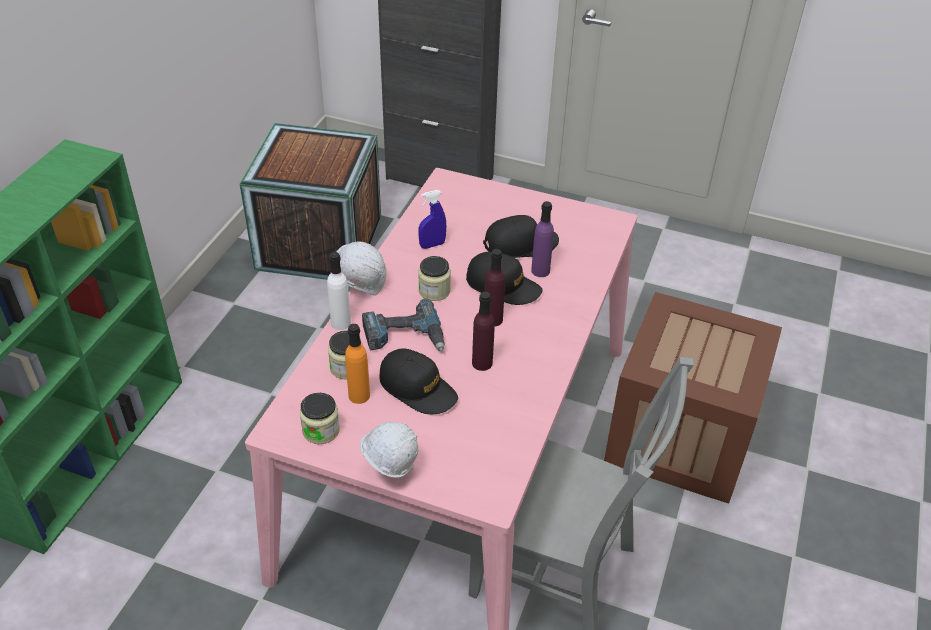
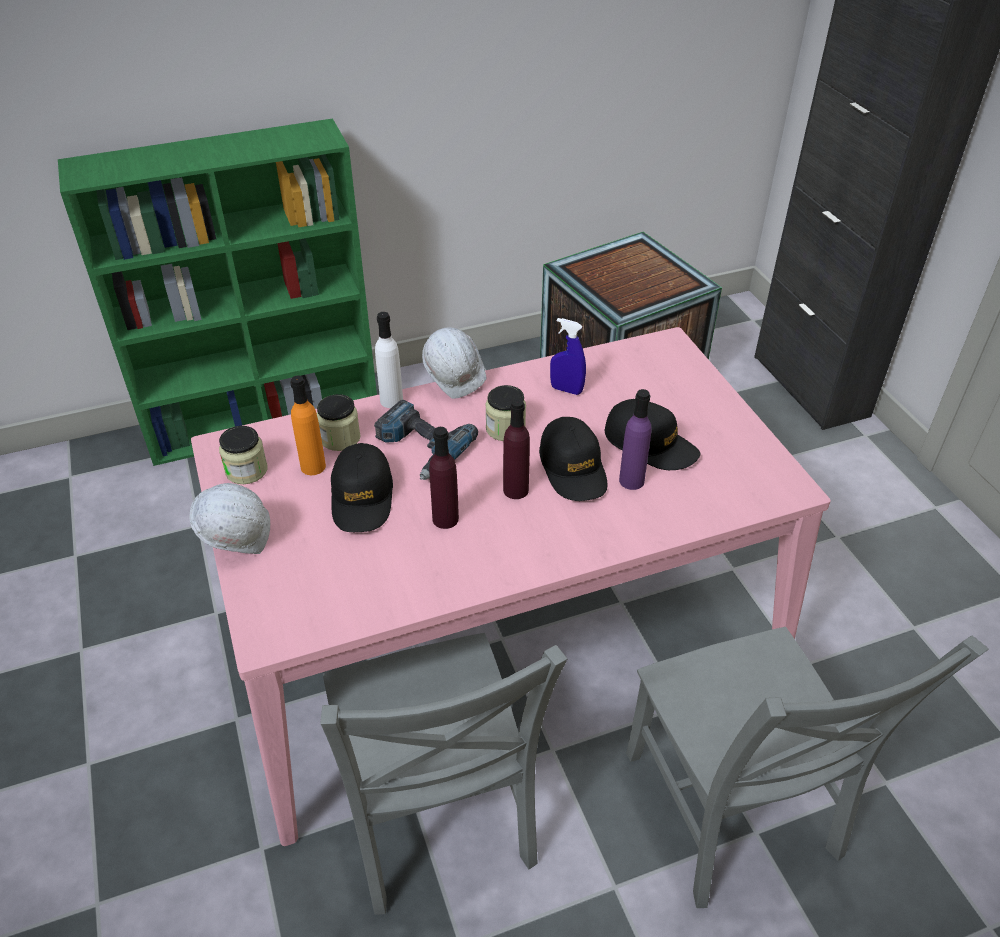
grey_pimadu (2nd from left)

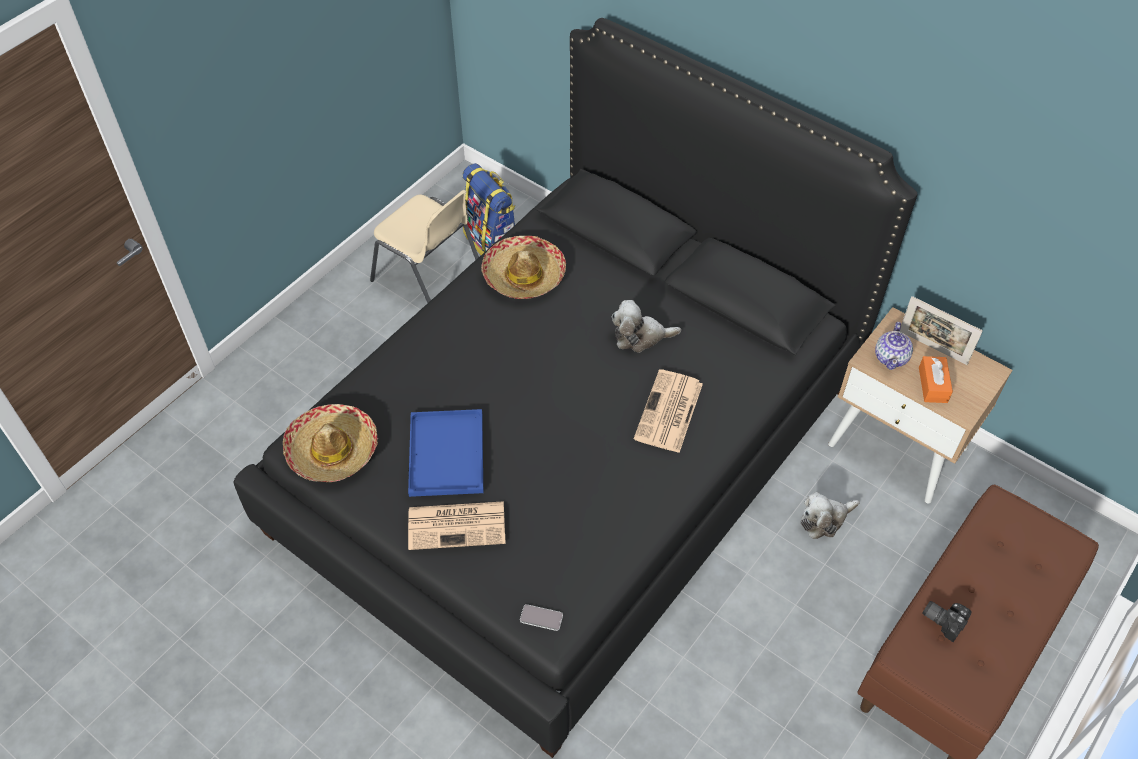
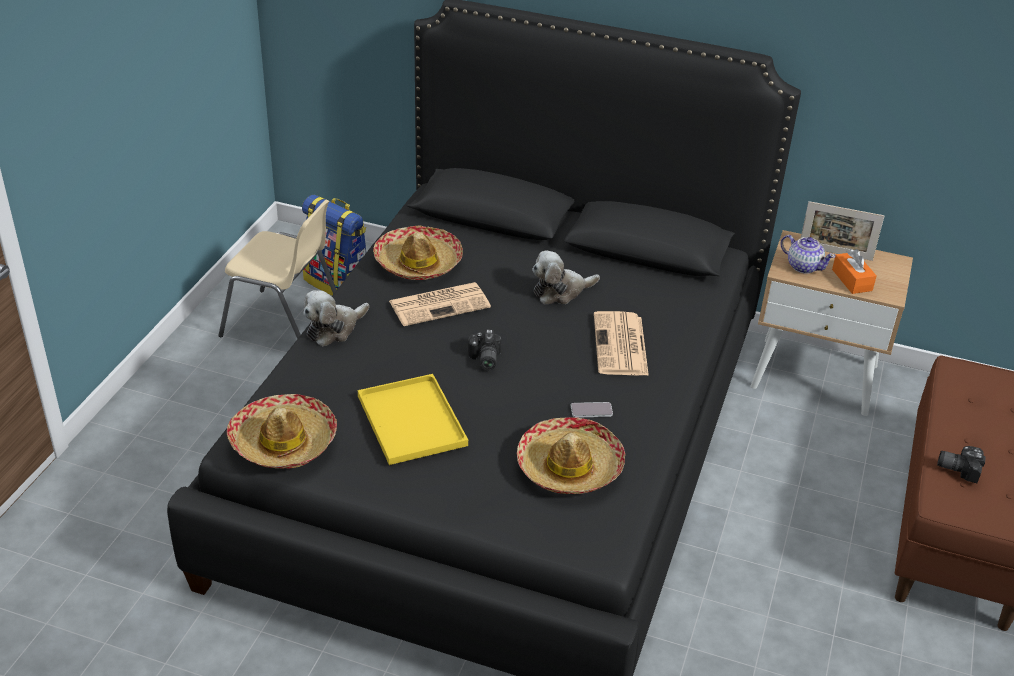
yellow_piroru
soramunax (1st from left)
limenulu
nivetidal (1st from left)
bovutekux
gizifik (1st from left)
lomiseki (3rd from left)

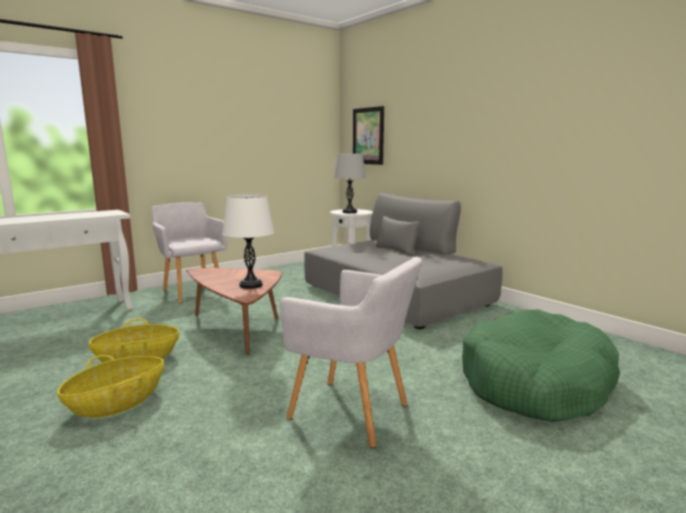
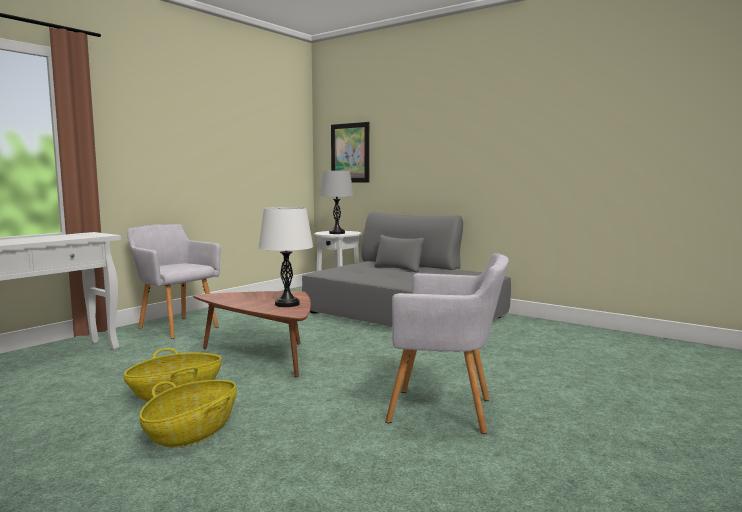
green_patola

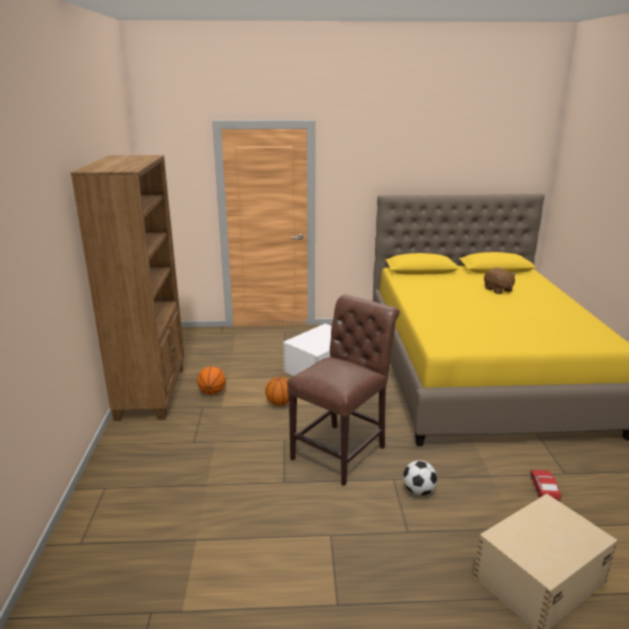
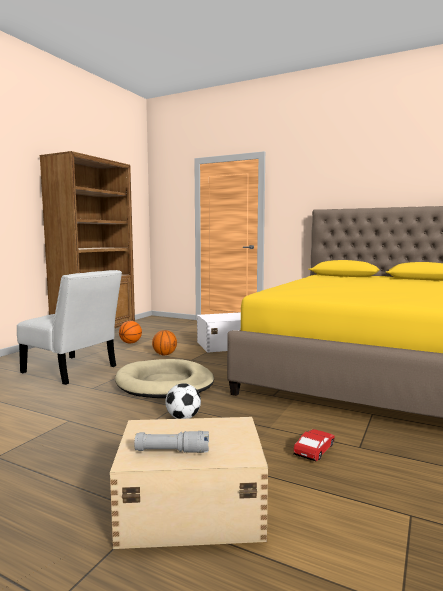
beige_patola
brown_nivetidal
white_pimadu
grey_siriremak

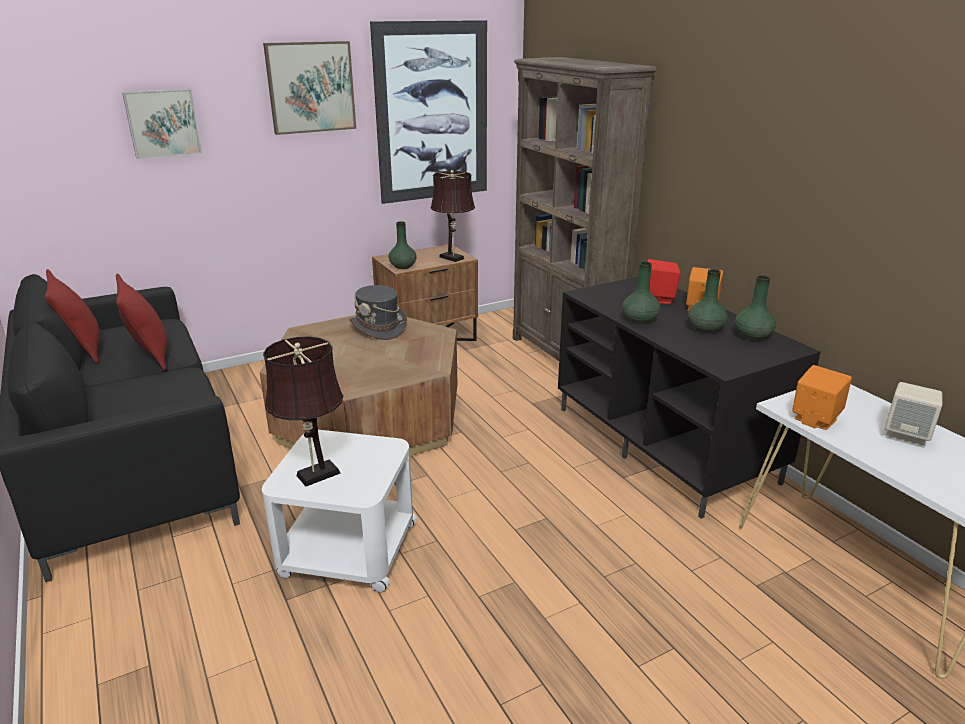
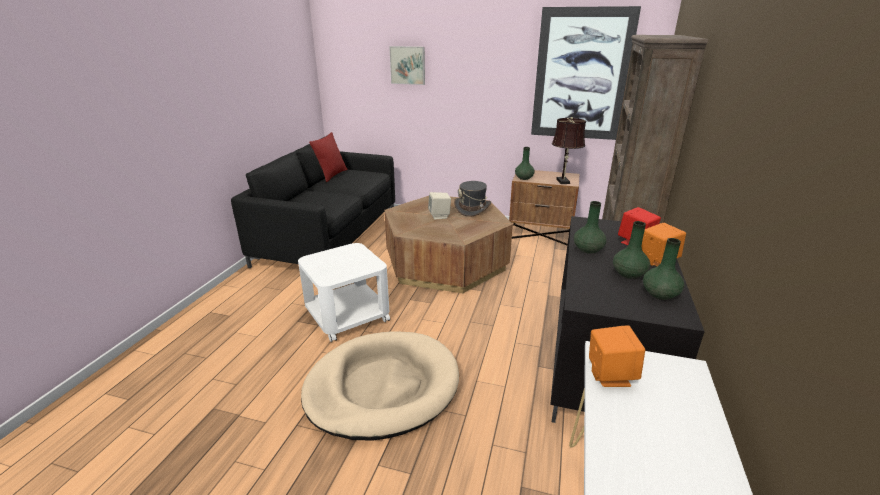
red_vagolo (2nd from left in the first image)
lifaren (2nd from left in the first image)
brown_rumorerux (1st from left in the first image)
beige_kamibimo
beige_patola

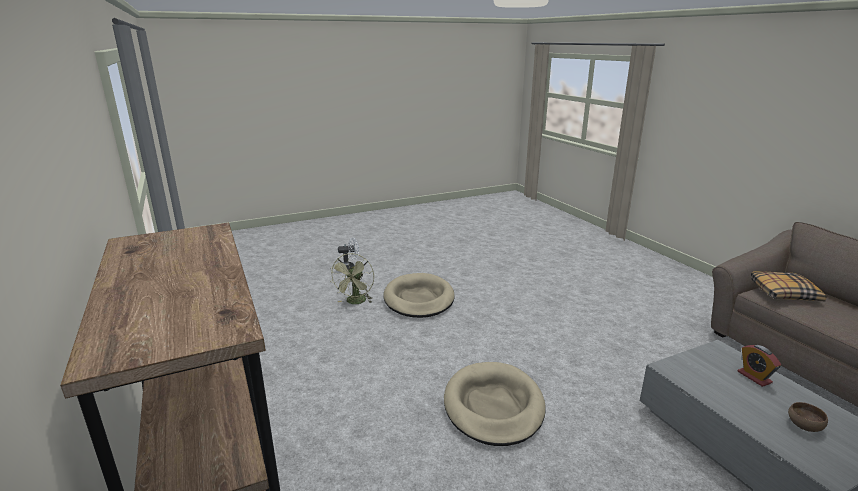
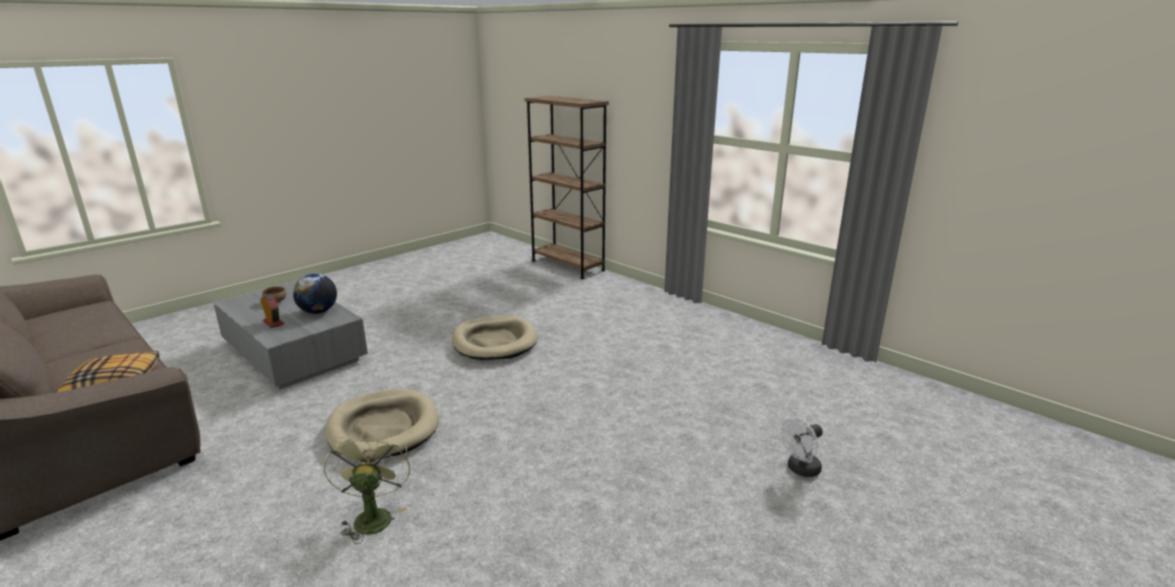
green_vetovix
beige_patola (1st from left)
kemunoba

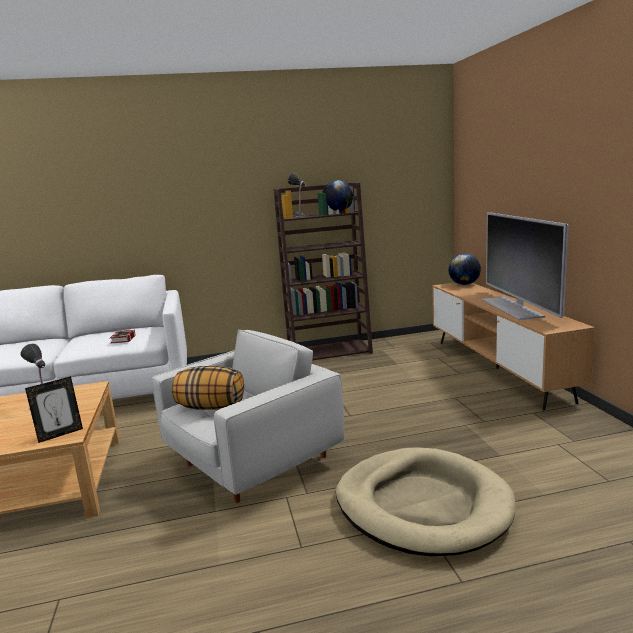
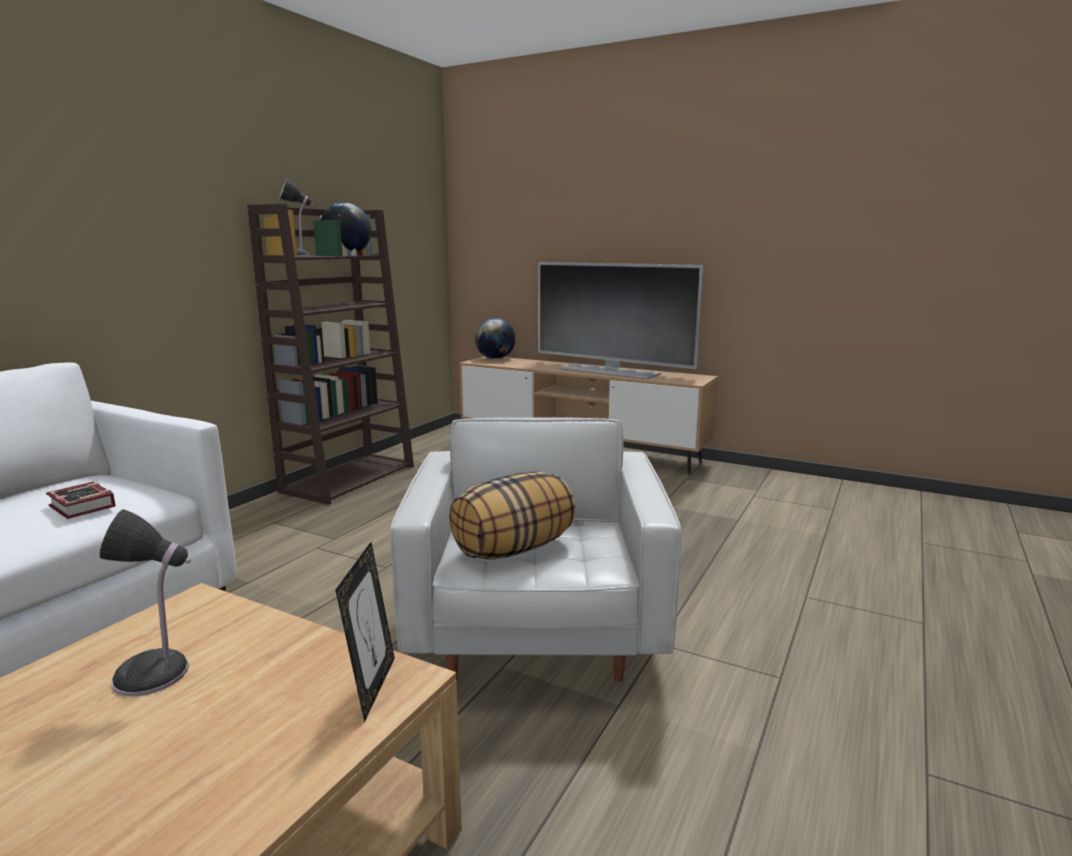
beige_patola

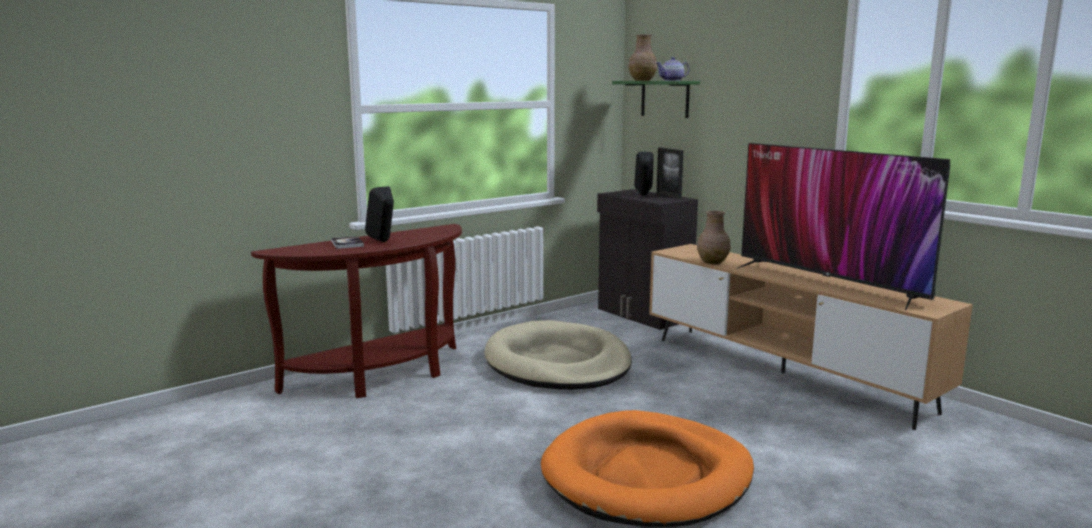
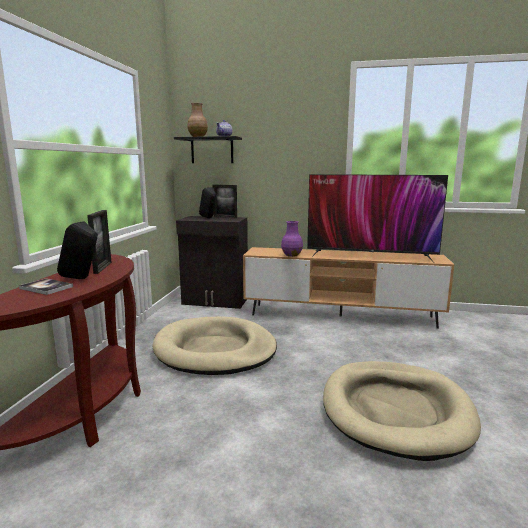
beige_patola (2nd from left)
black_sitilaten
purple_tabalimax
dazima (1st from left)

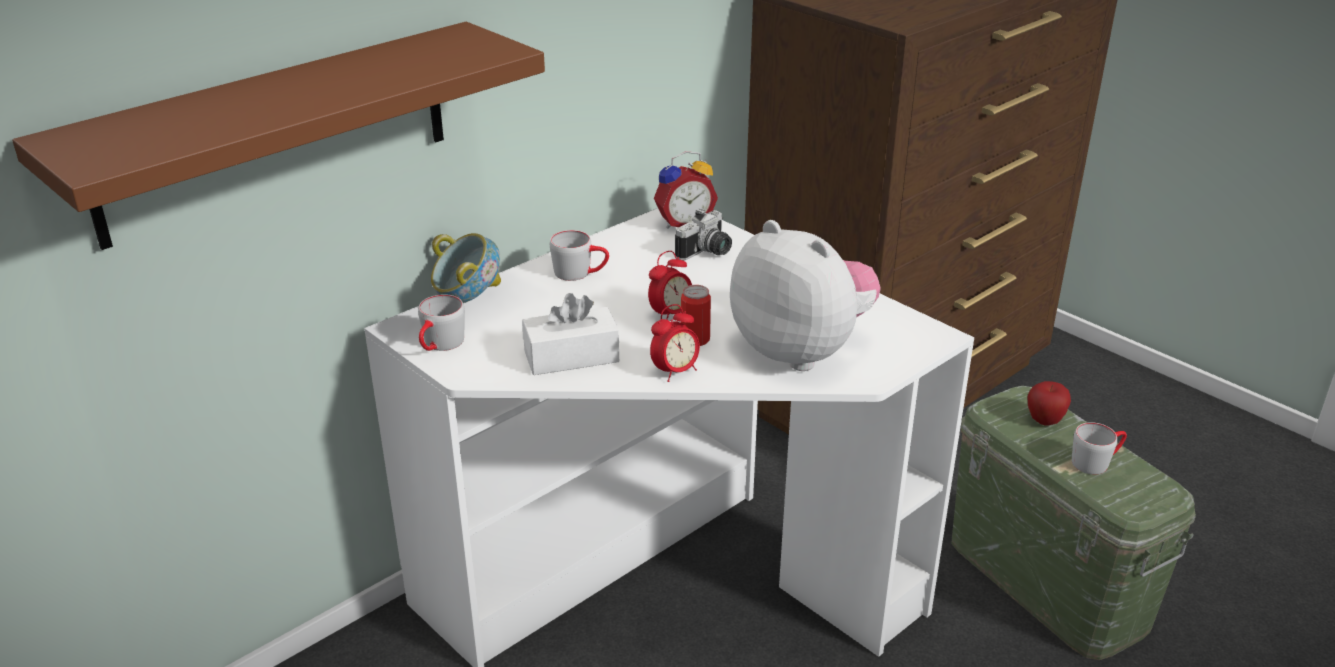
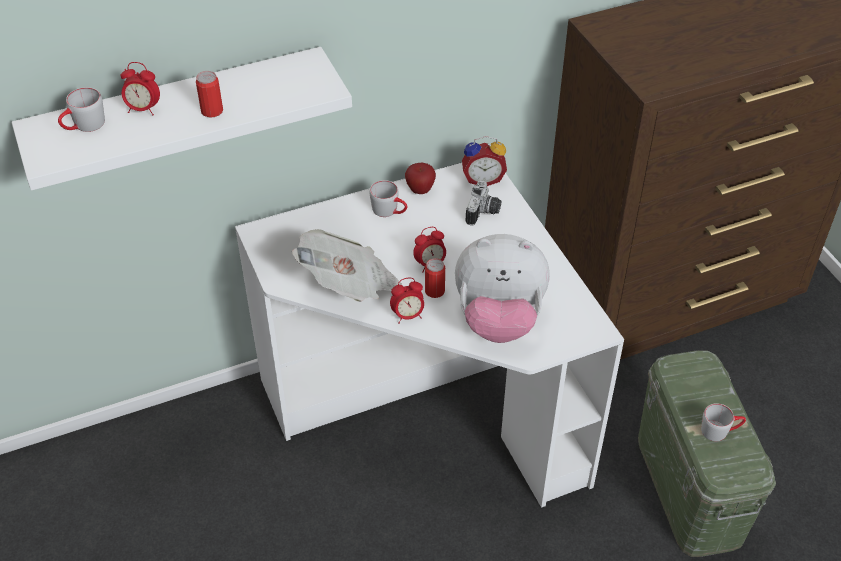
white_sitilaten
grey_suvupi (1st from left)
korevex
soramunax
gizifik
nivetidal
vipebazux
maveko (1st from left)
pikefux (1st from left)

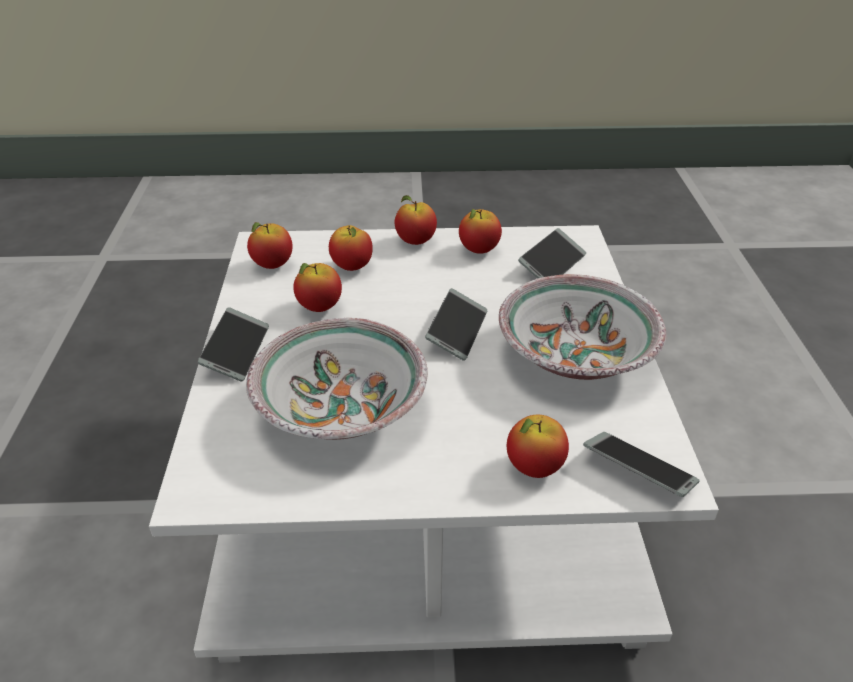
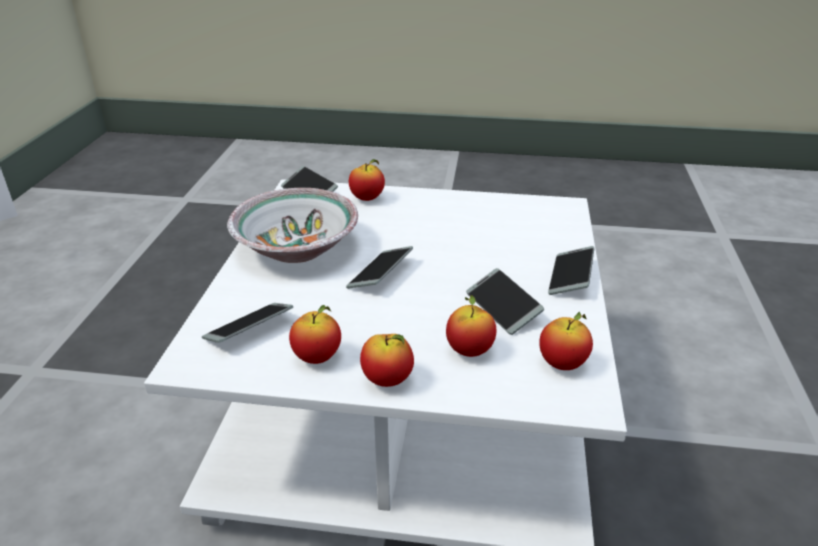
korevex (1st from left in the first image)
limenulu (4th from left)

